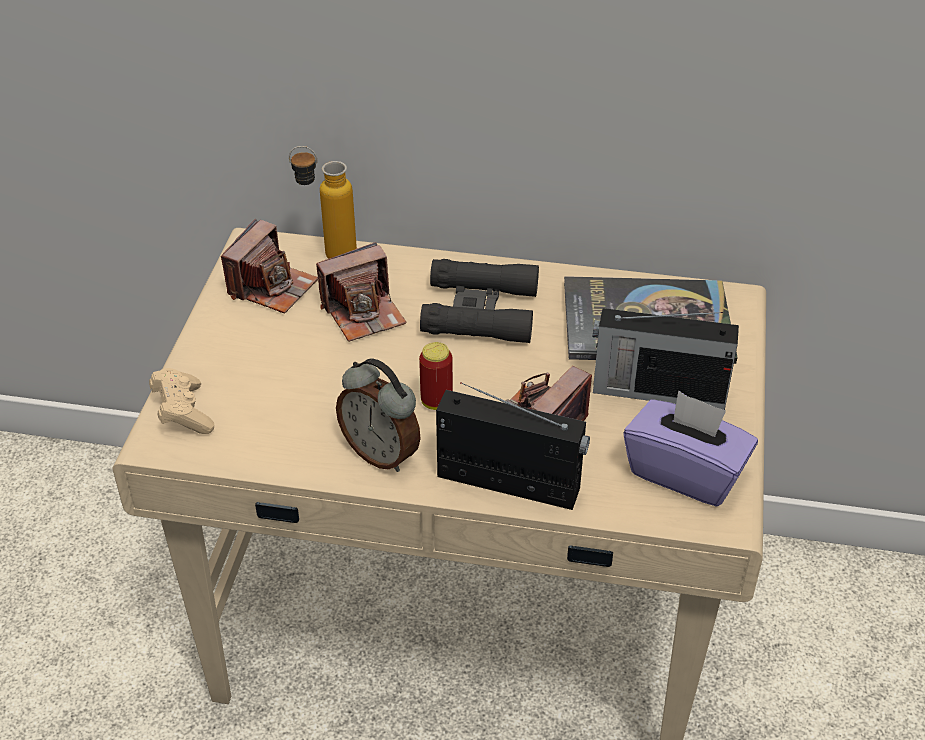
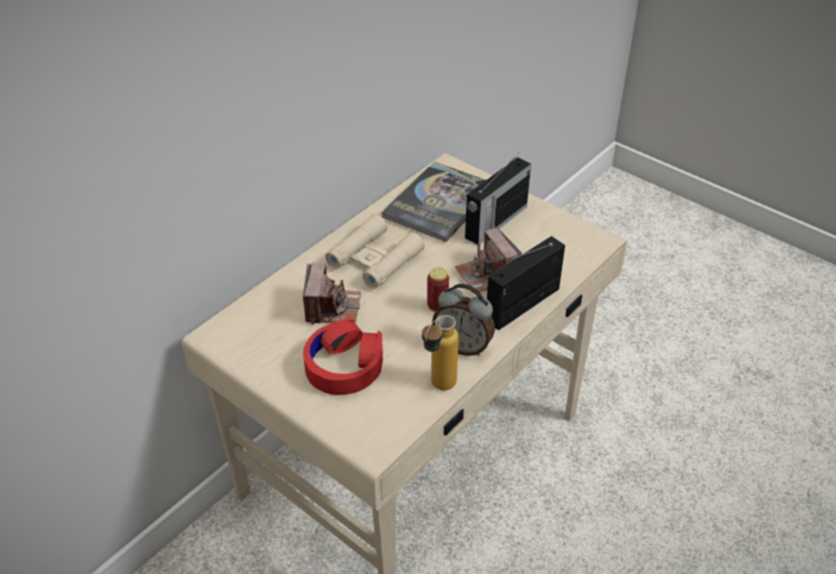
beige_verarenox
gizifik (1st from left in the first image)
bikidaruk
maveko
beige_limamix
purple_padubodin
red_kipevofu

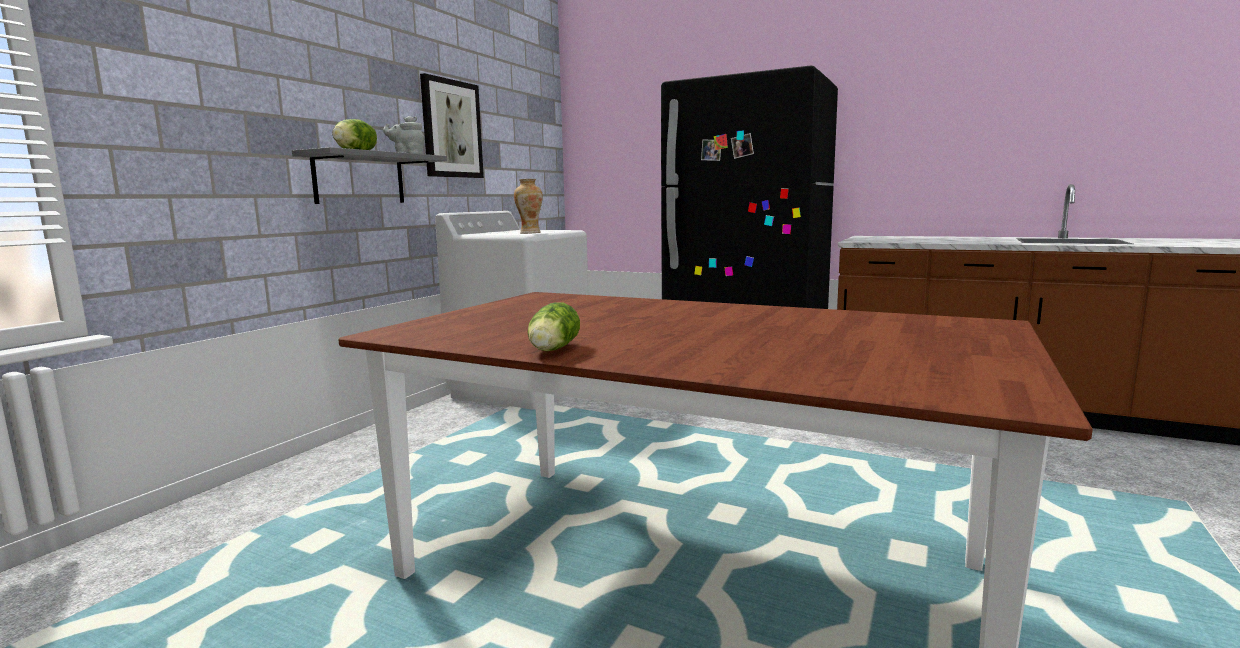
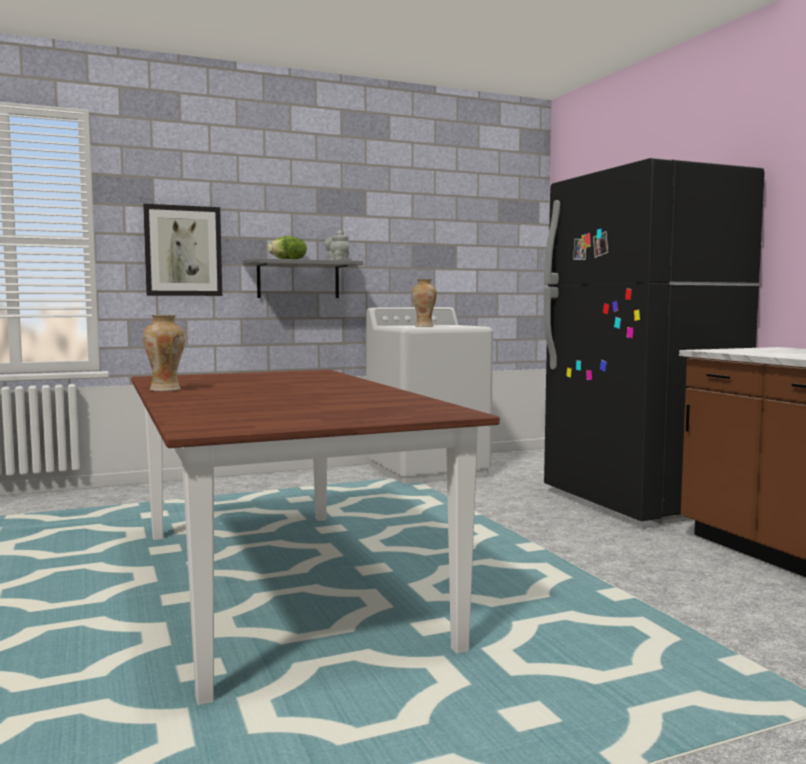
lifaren
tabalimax (1st from left)

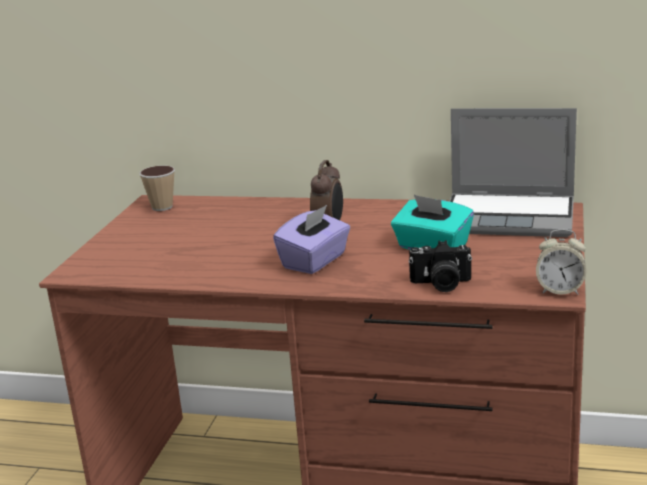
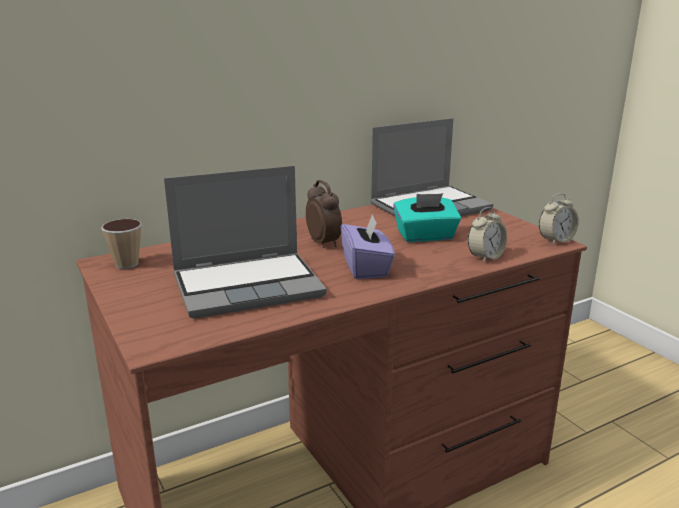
maveko (2nd from left)
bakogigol (1st from left)

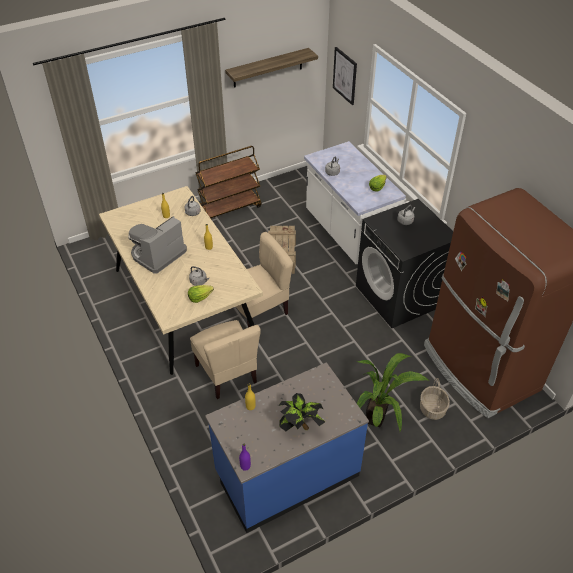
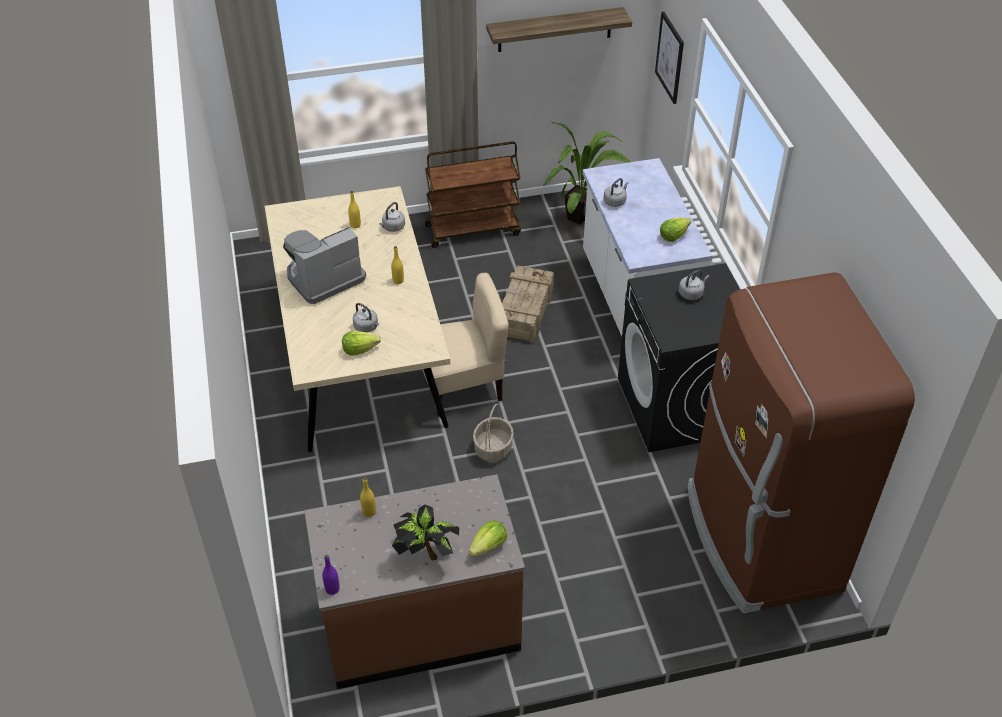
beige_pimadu (1st from left in the first image)
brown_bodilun
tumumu (2nd from left)
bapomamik
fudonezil (2nd from left)

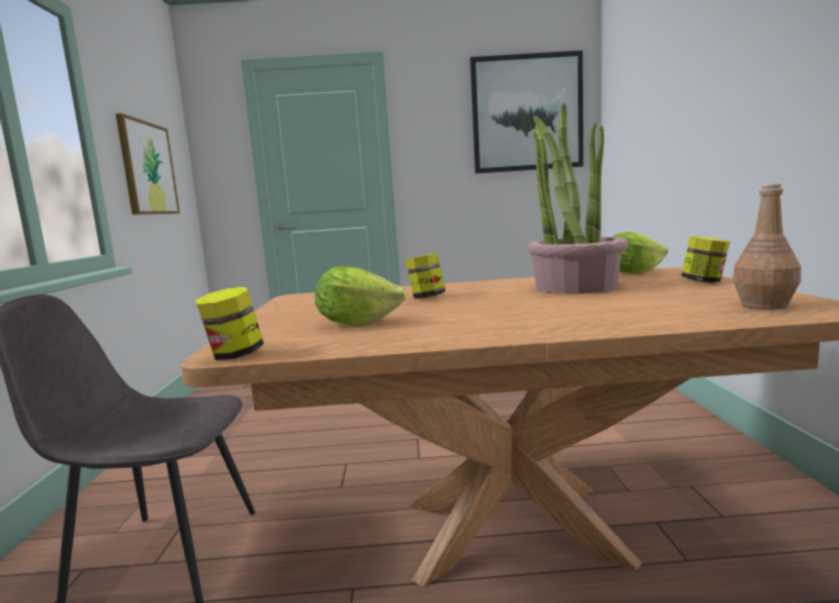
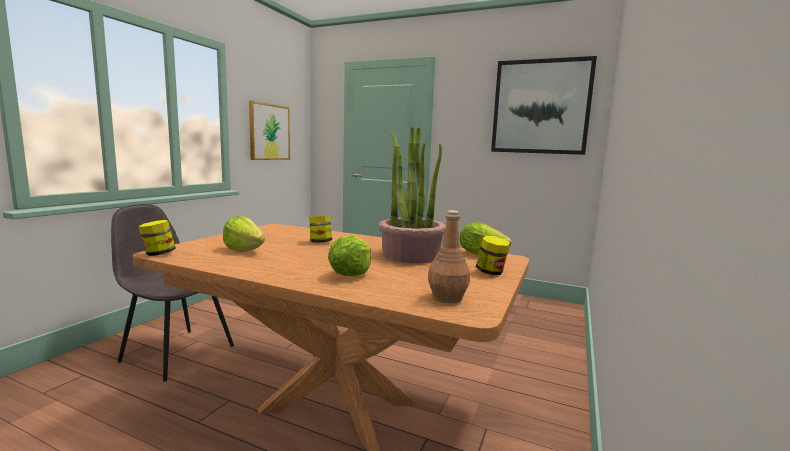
fudonezil (2nd from left)

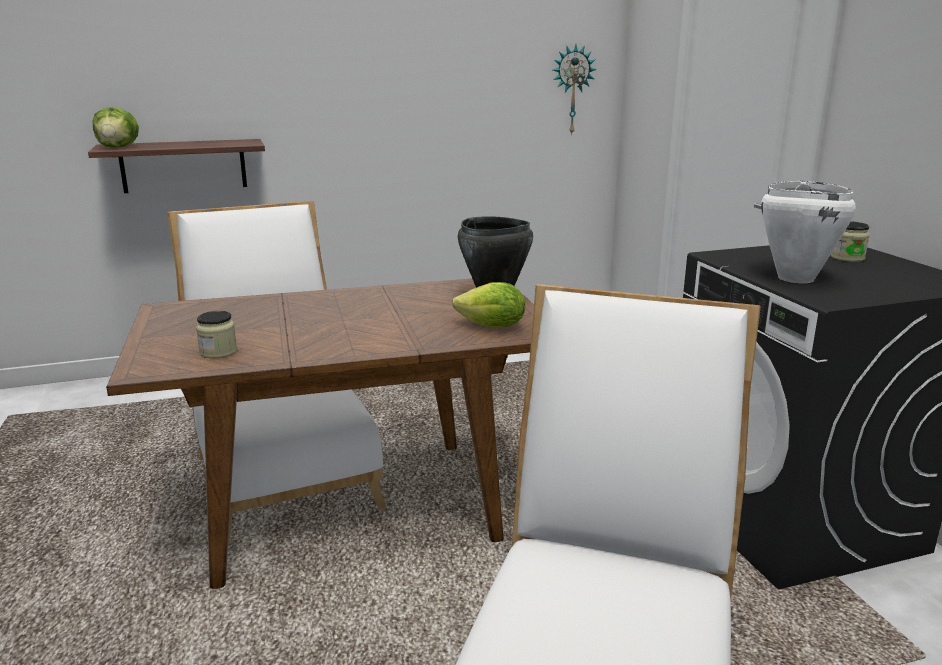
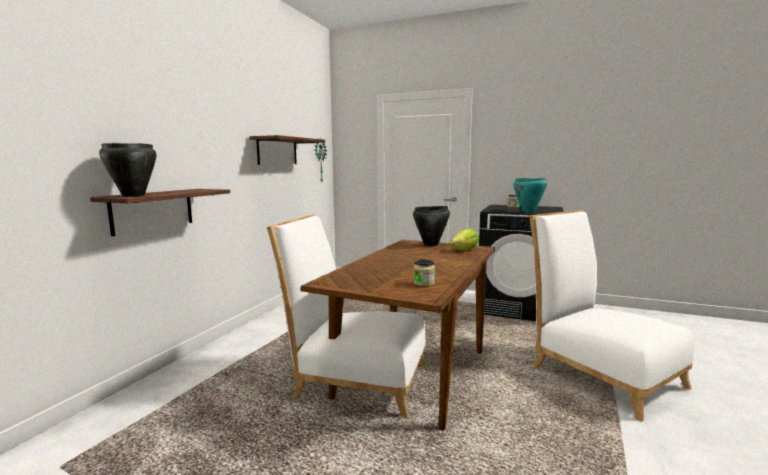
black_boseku (1st from left)
turquoise_boseku
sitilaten (2nd from left)

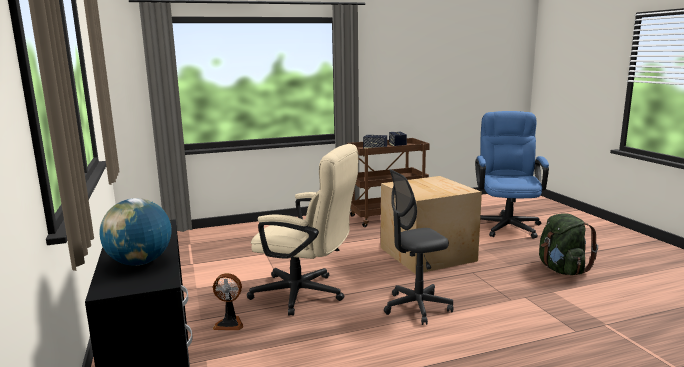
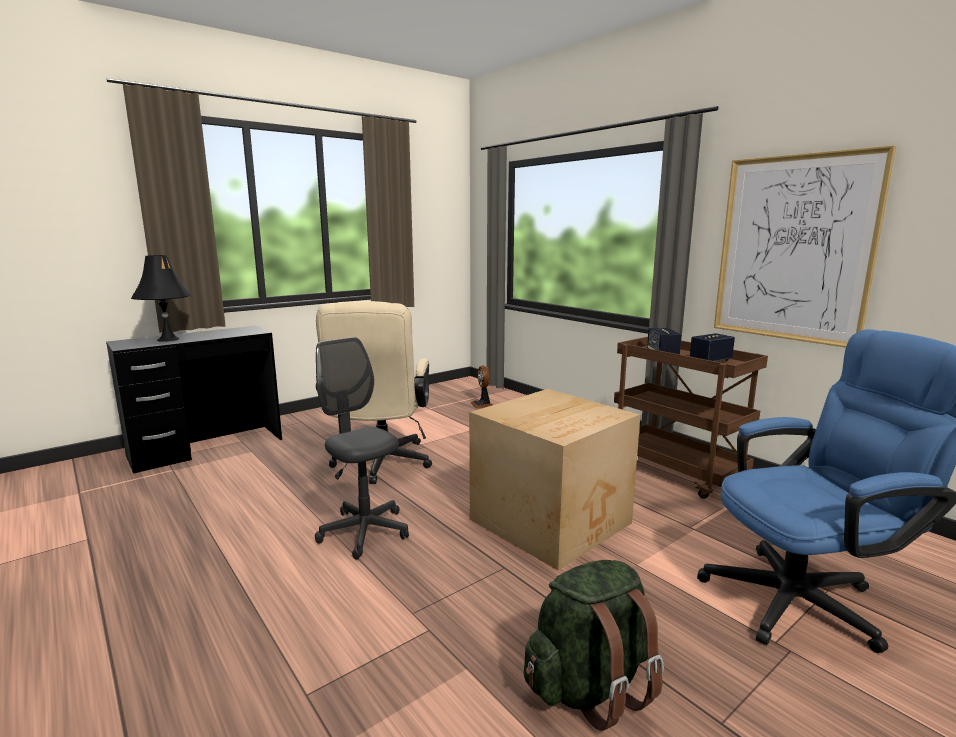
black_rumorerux
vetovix
lifaren

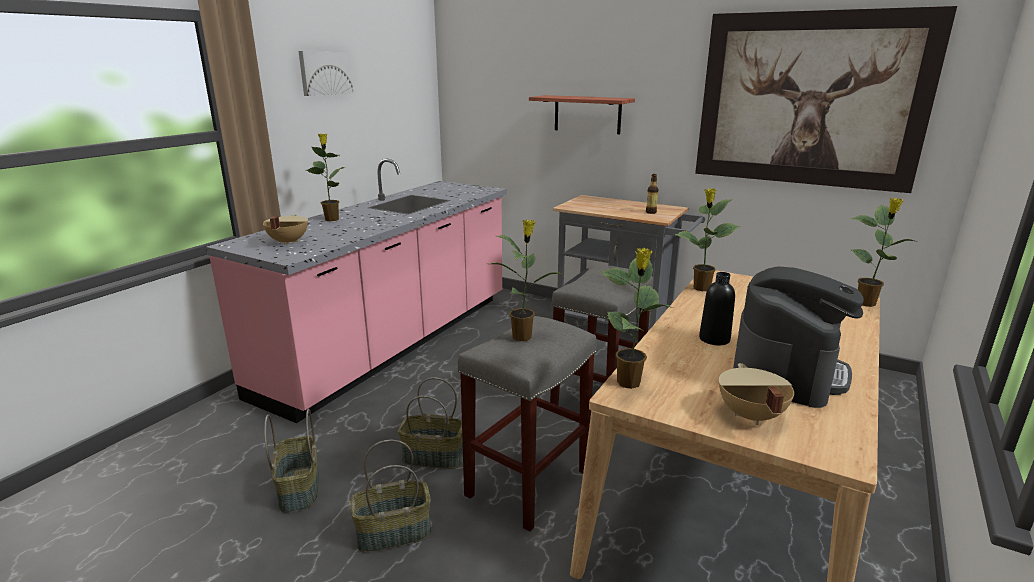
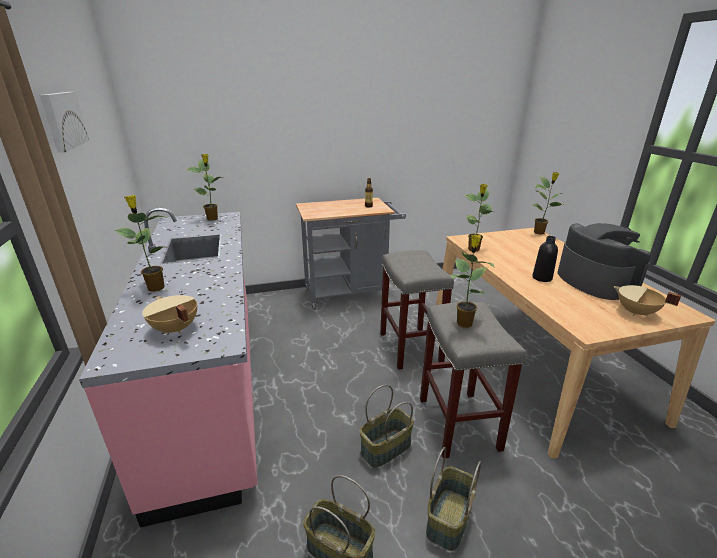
sitilaten
tumumu (2nd from left)
lifaren (2nd from left in the first image)

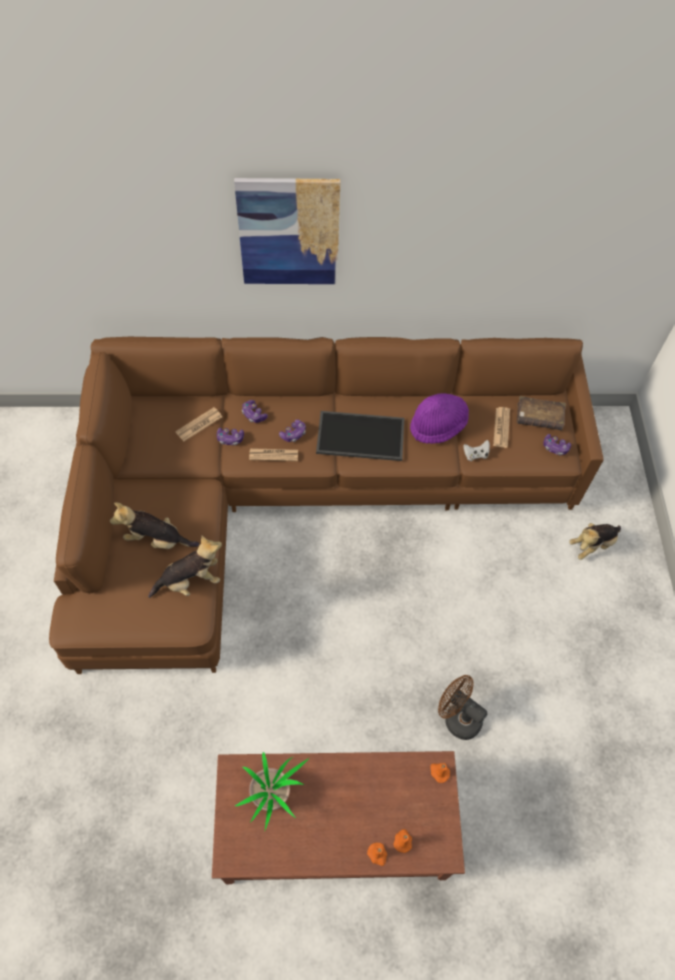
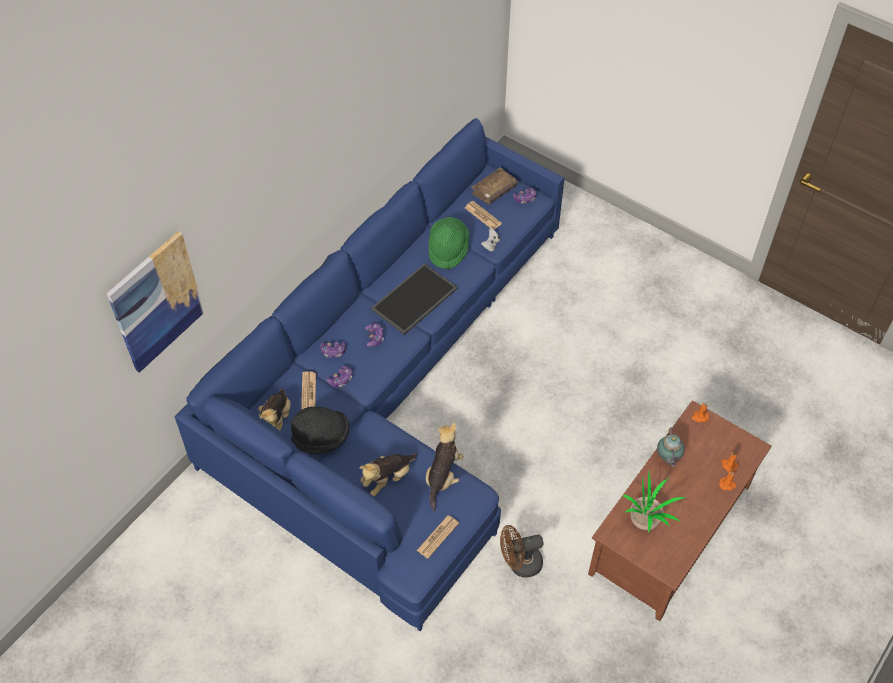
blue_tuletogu
lifaren
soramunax (2nd from left)
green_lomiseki
brown_vetovix
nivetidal (1st from left)
black_lomiseki
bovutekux

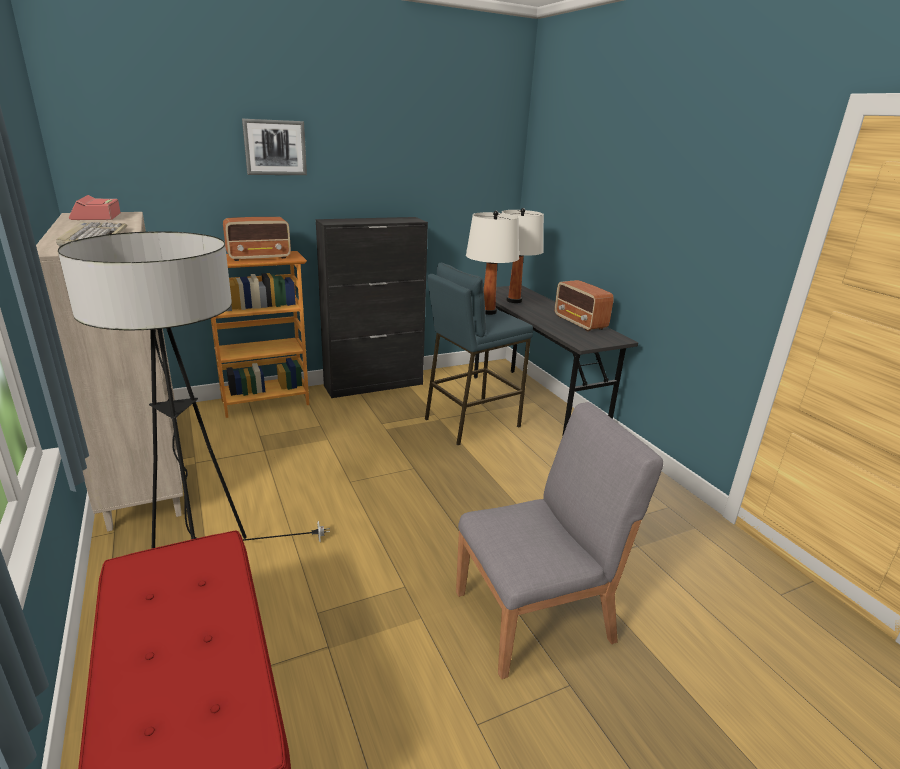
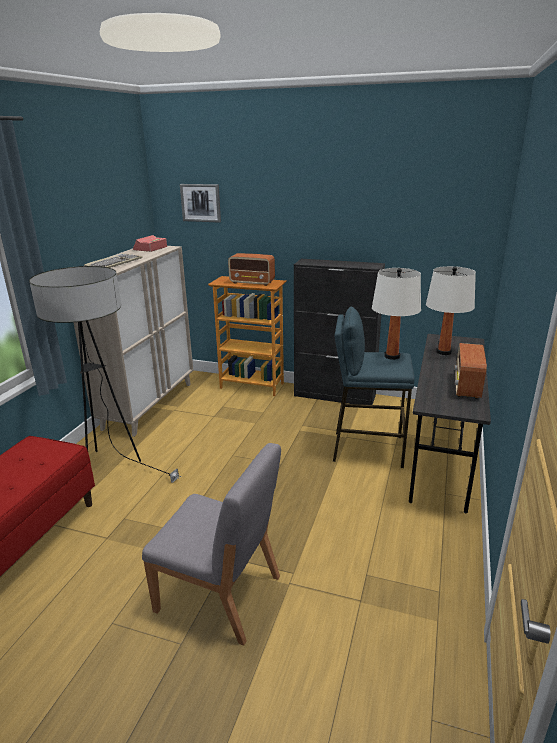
lifaren

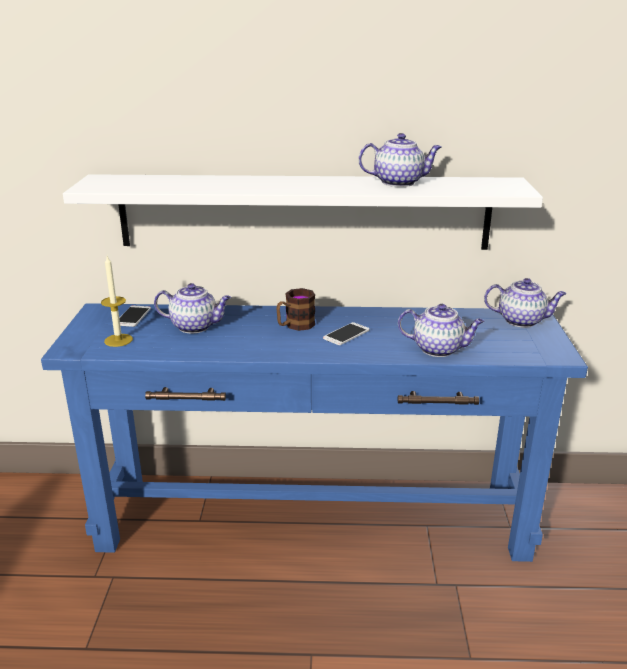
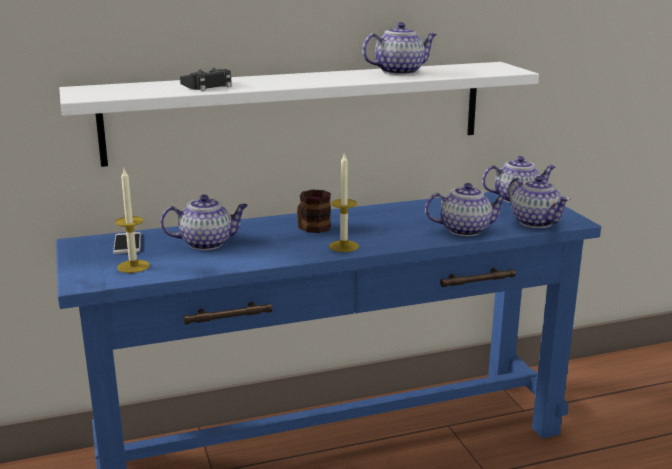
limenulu (2nd from left in the first image)
black_verarenox
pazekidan (2nd from left)
bovutekux (5th from left)

